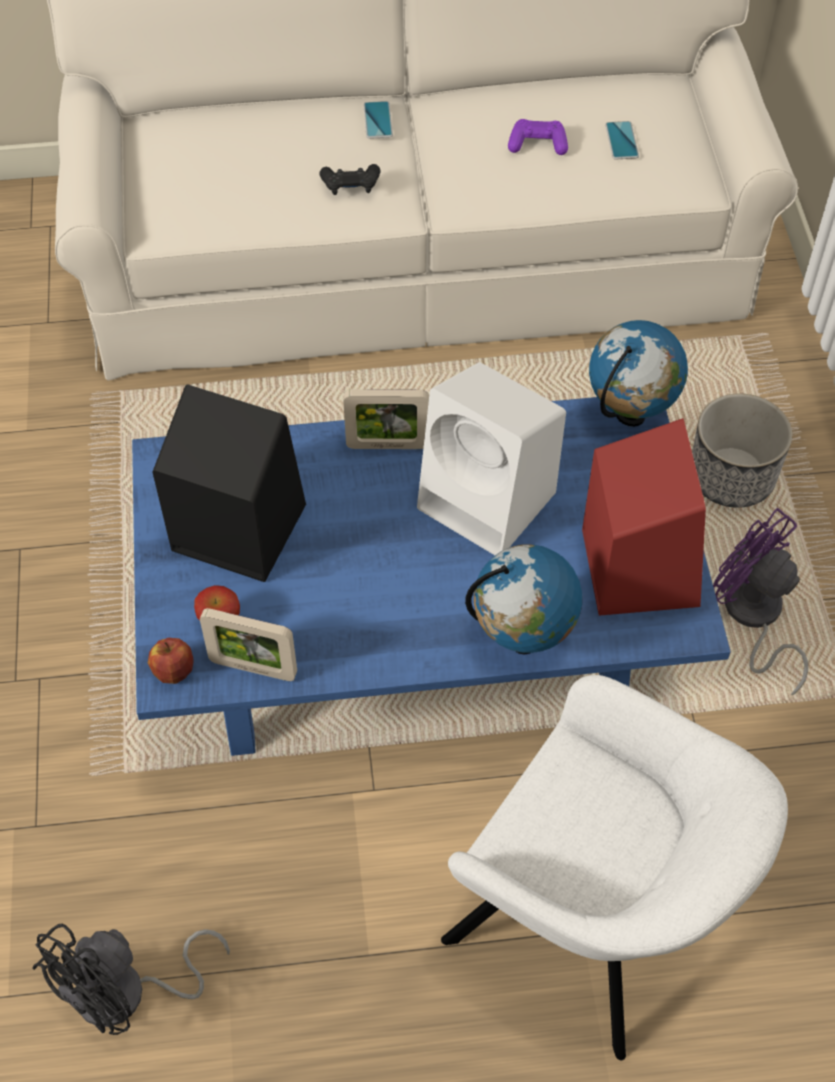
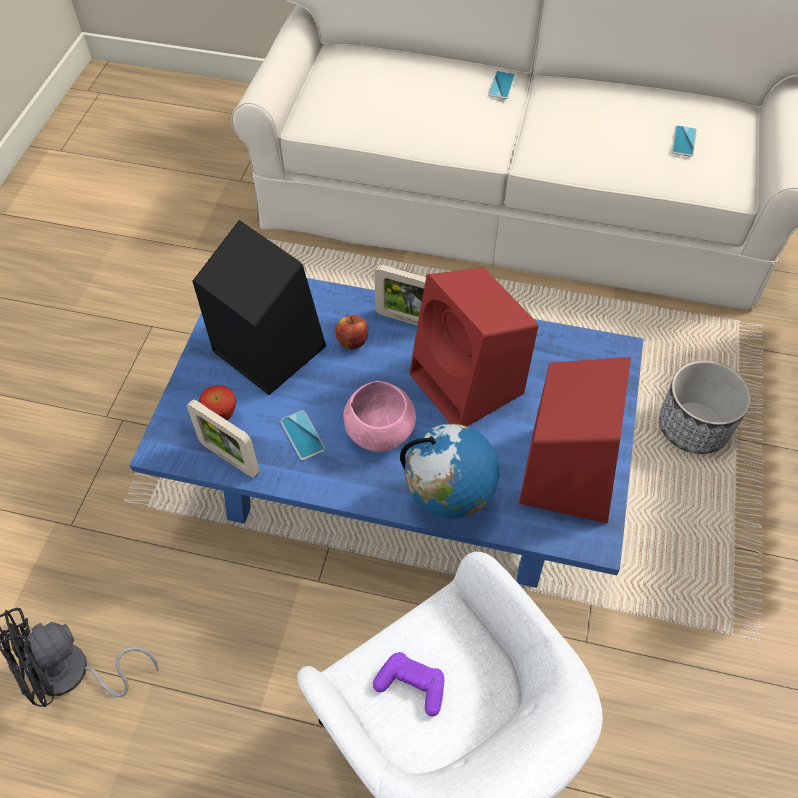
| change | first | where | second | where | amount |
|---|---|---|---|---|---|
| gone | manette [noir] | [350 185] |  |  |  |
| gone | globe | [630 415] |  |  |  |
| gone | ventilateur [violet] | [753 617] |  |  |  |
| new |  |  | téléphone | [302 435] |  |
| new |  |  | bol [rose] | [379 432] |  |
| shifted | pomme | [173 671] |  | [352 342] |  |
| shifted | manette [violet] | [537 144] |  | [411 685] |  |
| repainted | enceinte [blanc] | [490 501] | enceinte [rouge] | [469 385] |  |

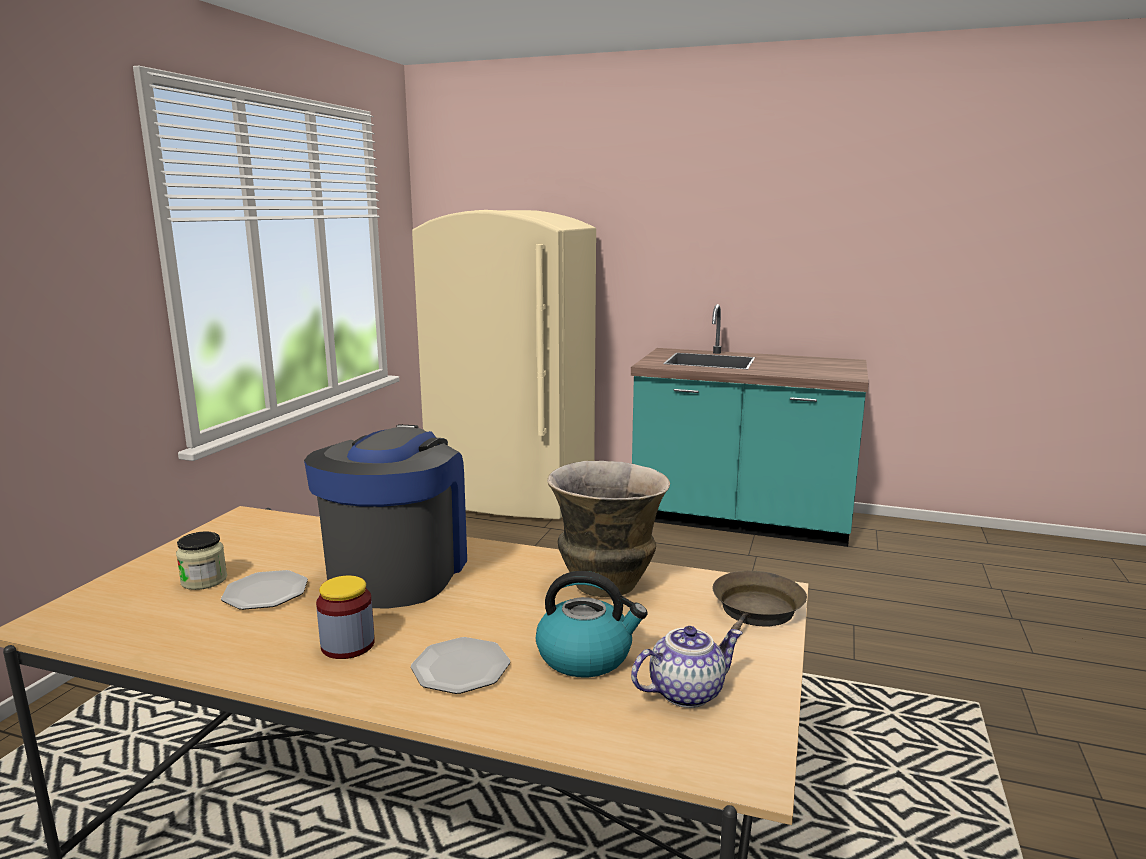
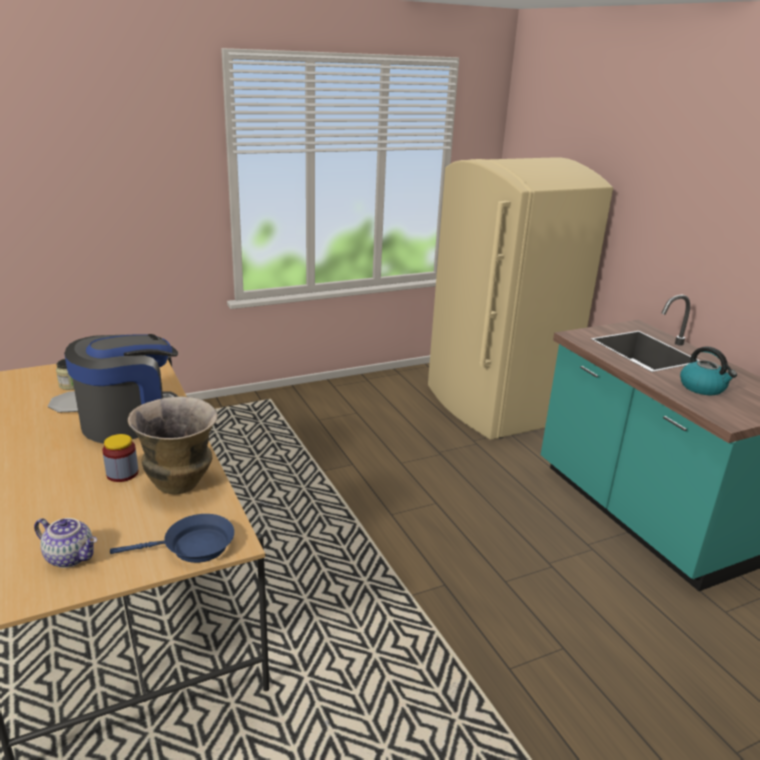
| change | first | where | second | where | amount |
|---|---|---|---|---|---|
| gone | assiette | [461 669] |  |  |  |
| shifted | bocal | [348 645] |  | [122 473] |  |
| shifted | bouilloire | [586 656] |  | [703 388] |  |
| repainted | poêle [marron] | [755 613] | poêle [bleu] | [193 547] |  |

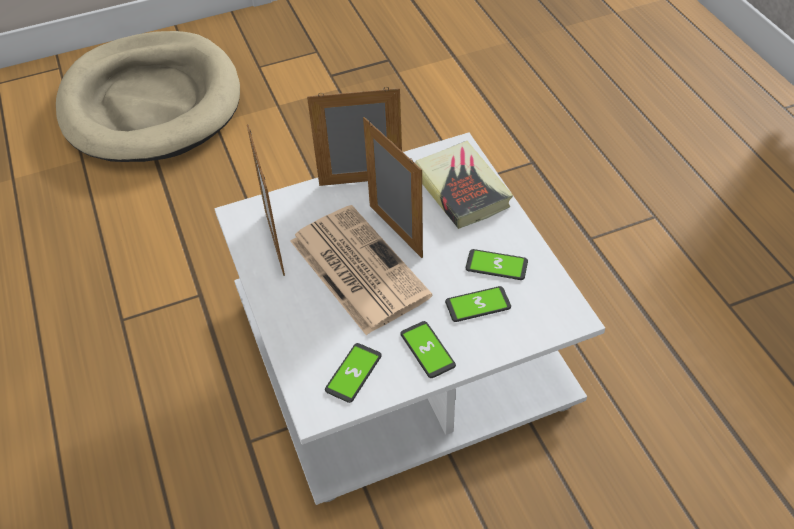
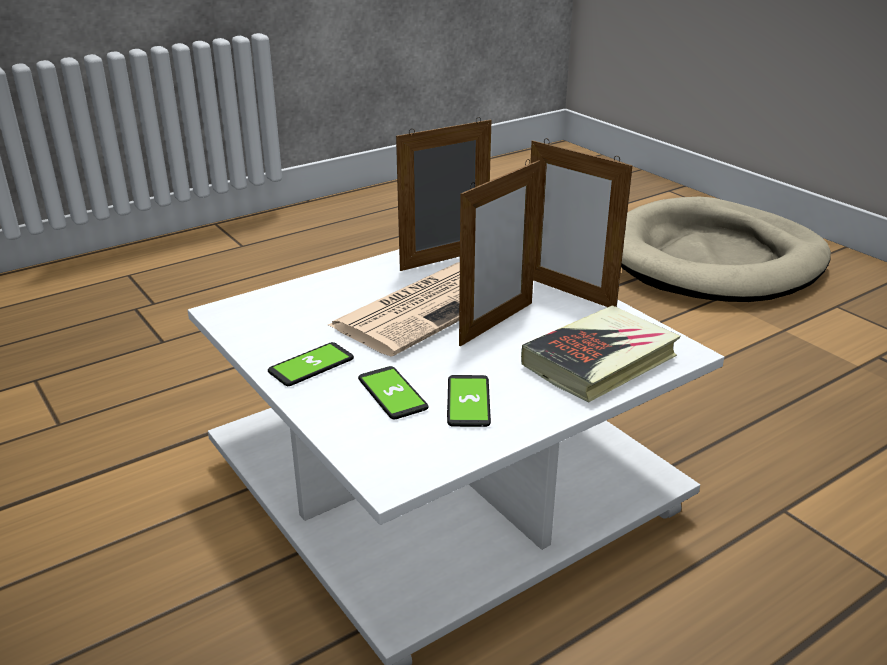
| change | first | where | second | where | amount |
|---|---|---|---|---|---|
| gone | téléphone | [353 373] |  |  |  |
| rotated | cadre photo | [361 181] |  | [569 292] | 150 degrees clockwise |

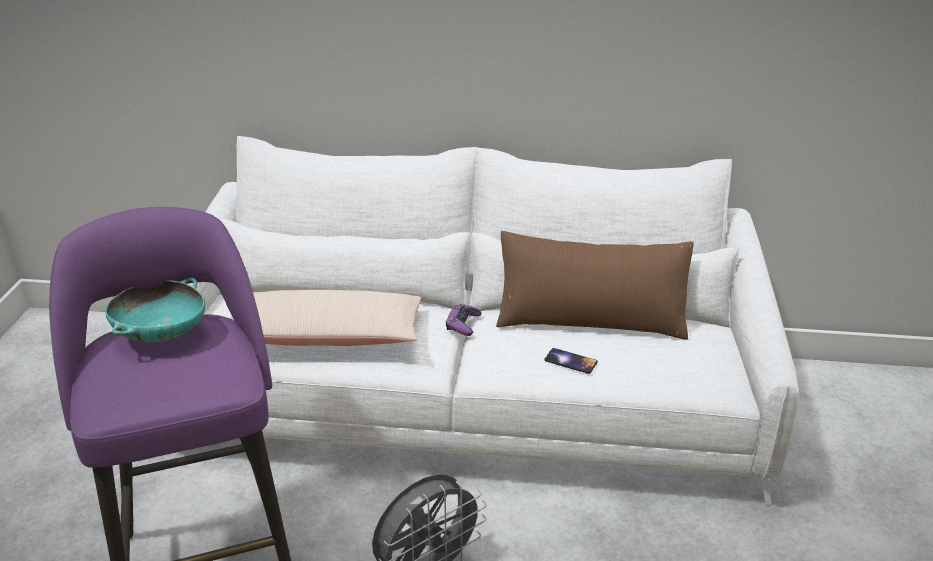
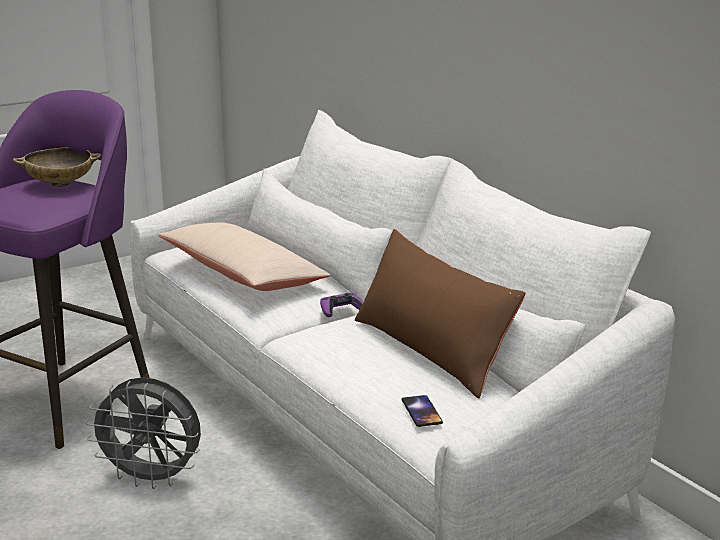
| change | first | where | second | where | amount |
|---|---|---|---|---|---|
| shifted | téléphone | [570 361] |  | [421 411] |  |
| repainted | bol [turquoise] | [161 335] | bol [beige] | [60 184] |  |

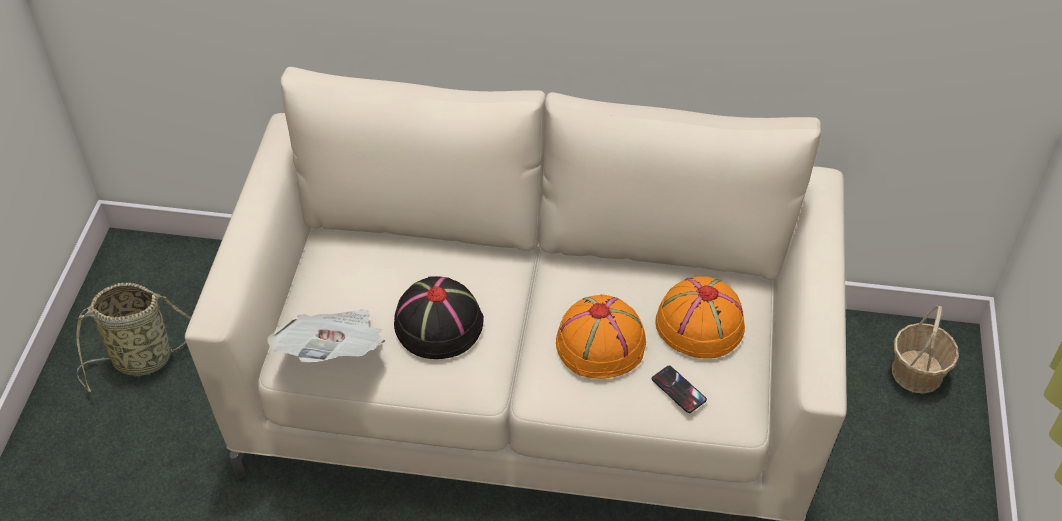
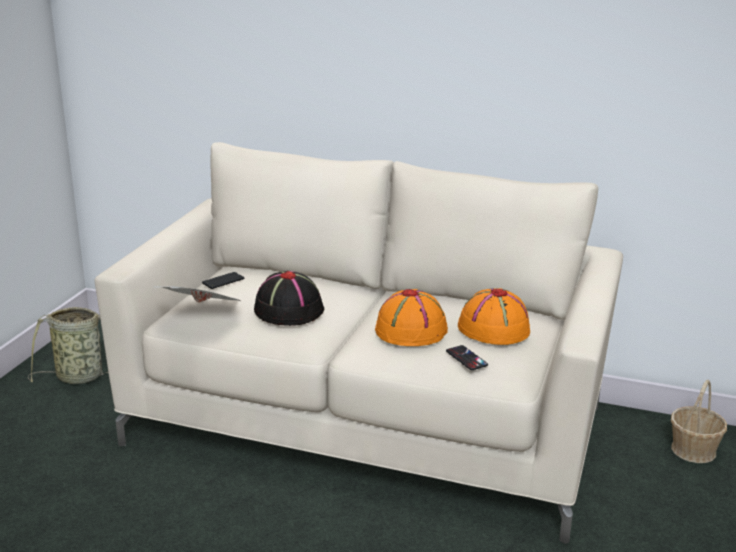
| change | first | where | second | where | amount |
|---|---|---|---|---|---|
| new |  |  | téléphone | [223 281] |  |

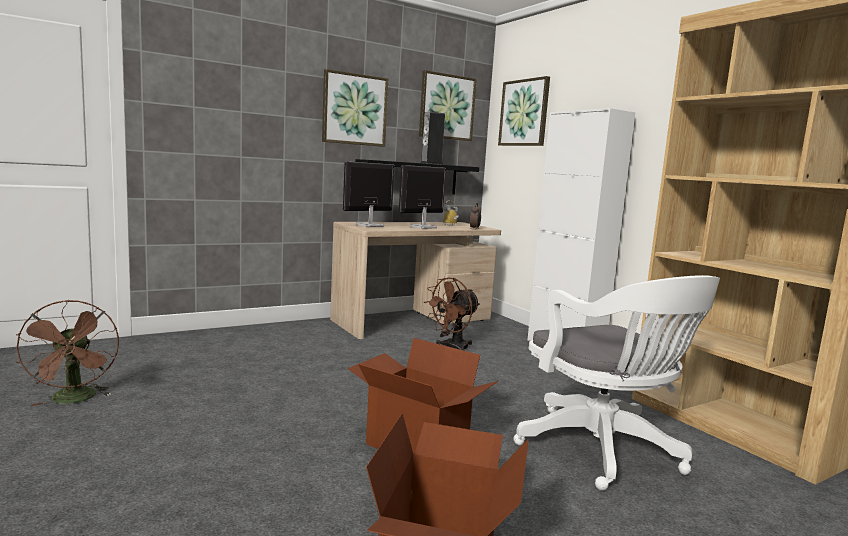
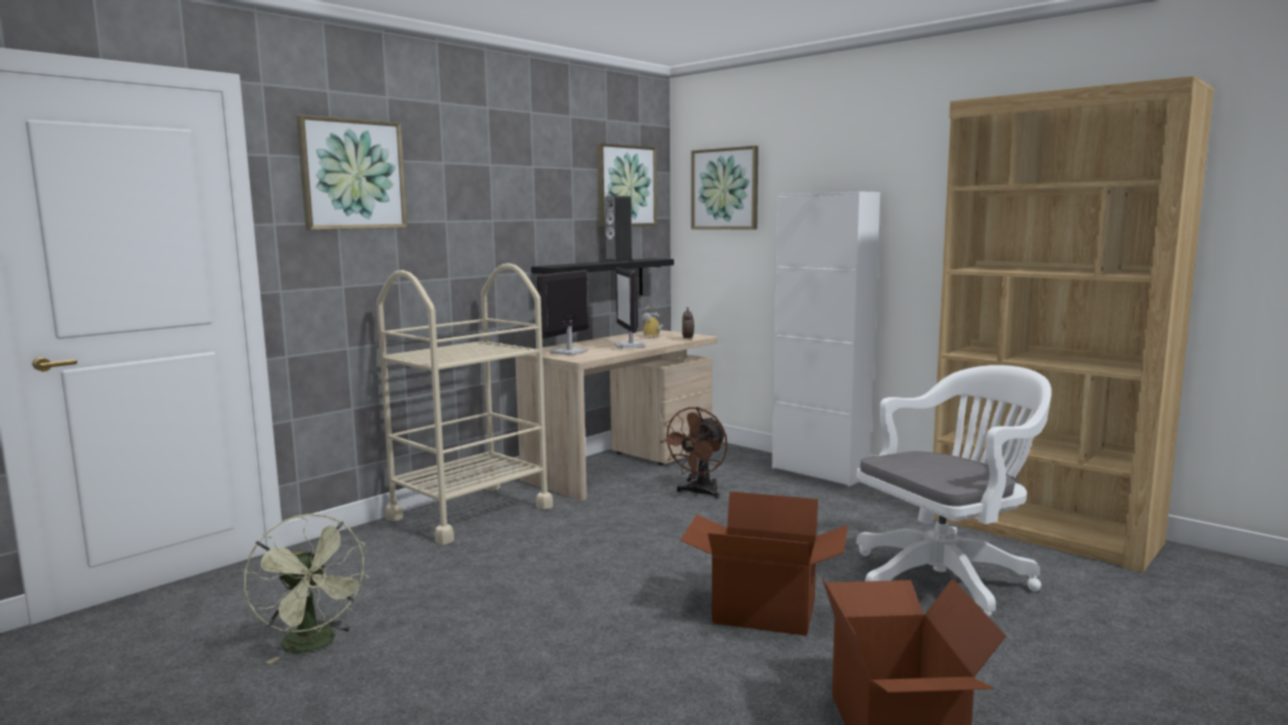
| change | first | where | second | where | amount |
|---|---|---|---|---|---|
| new |  |  | chariot [beige] | [470 512] |  |
| shifted | tableau | [354 109] |  | [352 174] |  |
| repainted | ventilateur [marron] | [75 400] | ventilateur [vert] | [315 645] |  |
| rotated | écran d'ordinateur | [422 227] |  | [630 346] | 45 degrees counterclockwise |
| rotated | chaise de bureau [blanc] | [604 451] |  | [946 580] | 75 degrees counterclockwise |

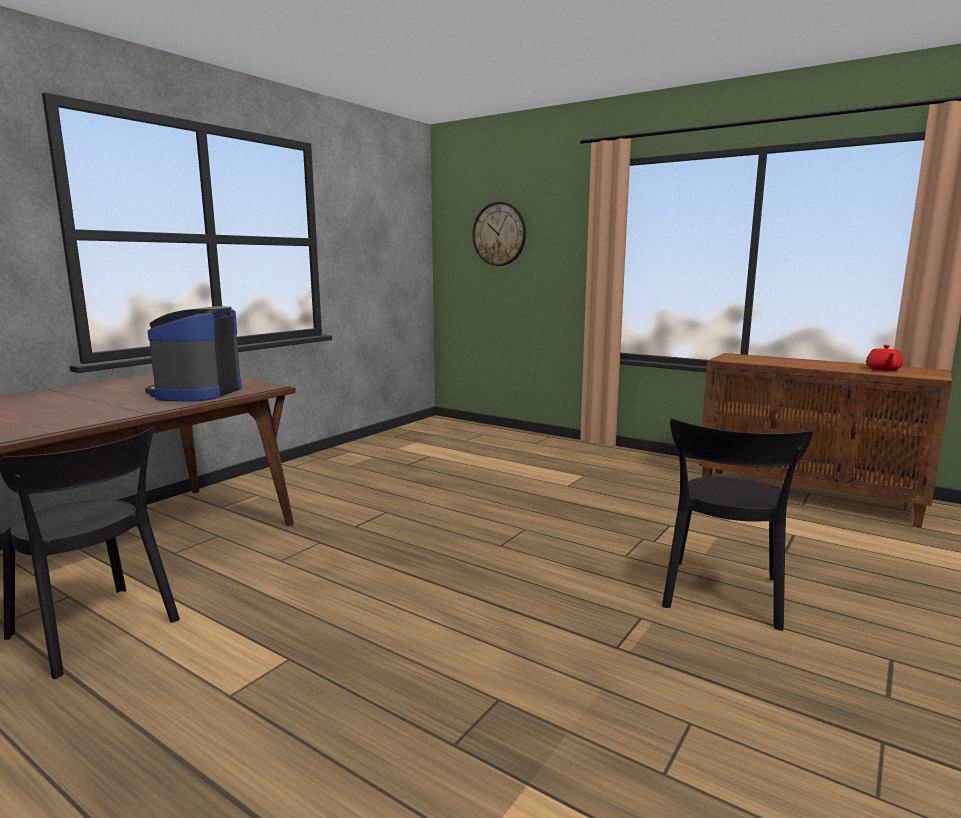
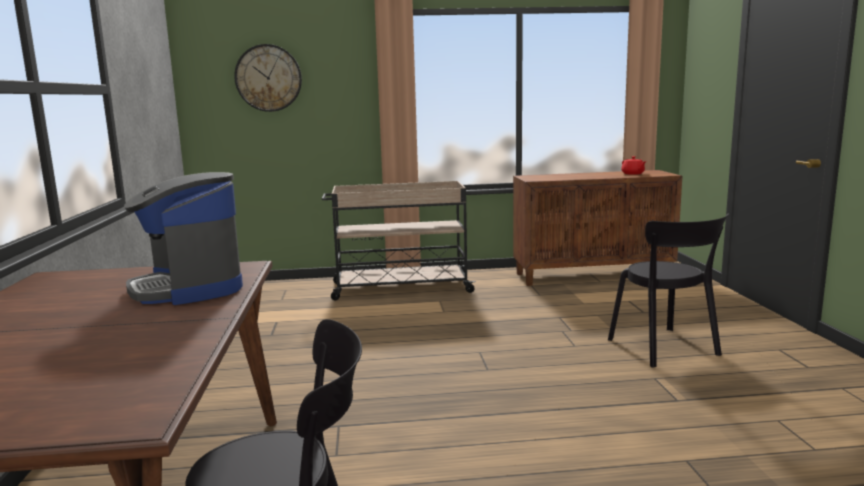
| change | first | where | second | where | amount |
|---|---|---|---|---|---|
| new |  |  | chariot [beige] | [399 288] |  |

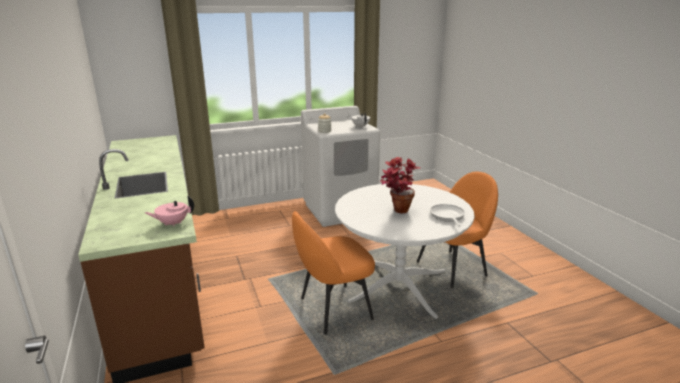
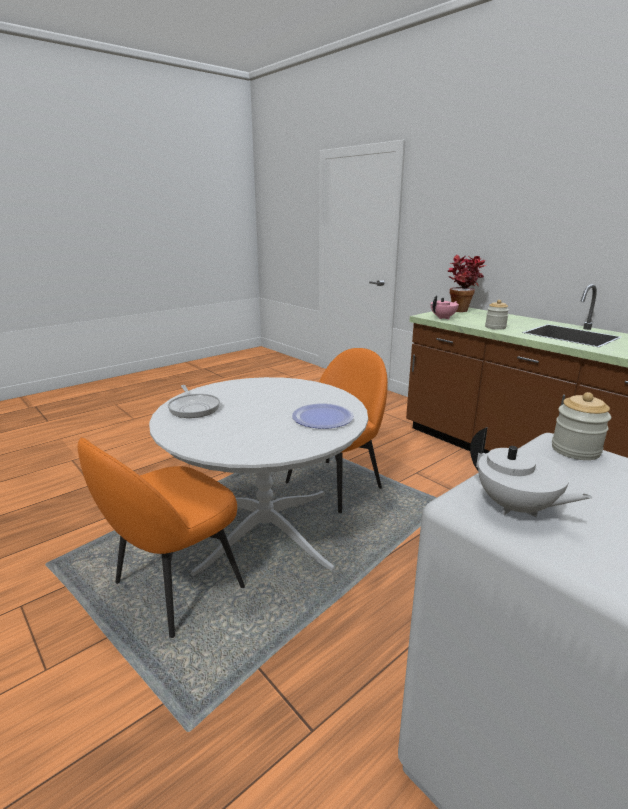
| change | first | where | second | where | amount |
|---|---|---|---|---|---|
| new |  |  | assiette | [322 418] |  |
| new |  |  | bocal | [495 327] |  |
| shifted | plante en pot | [396 212] |  | [462 310] |  |

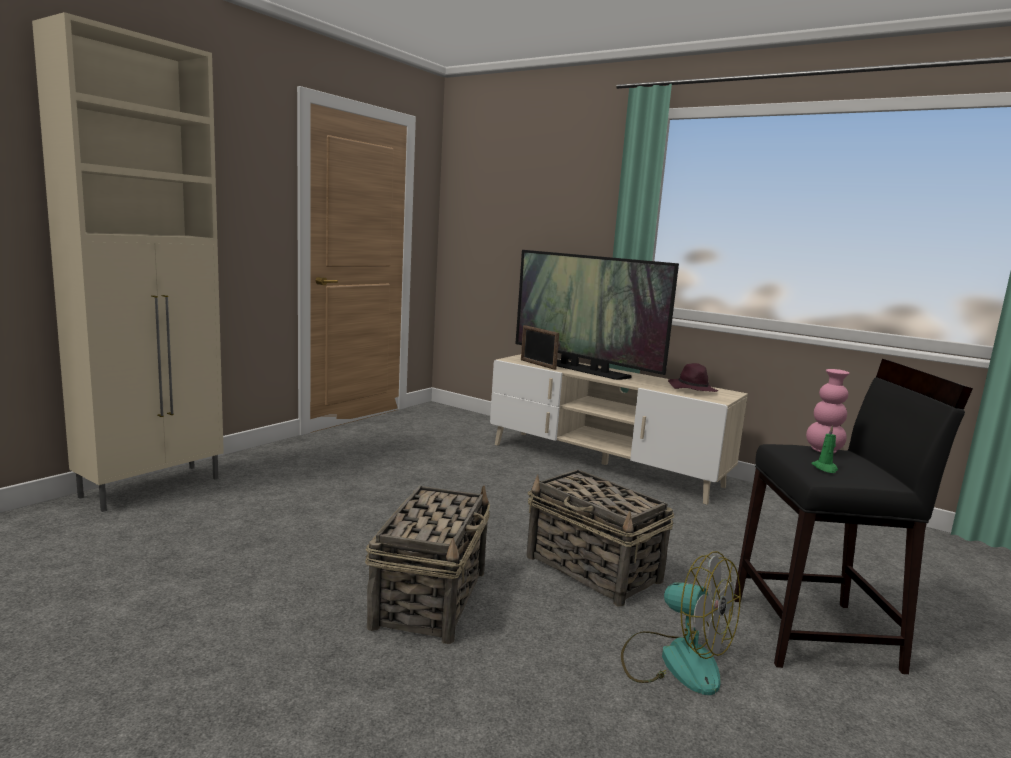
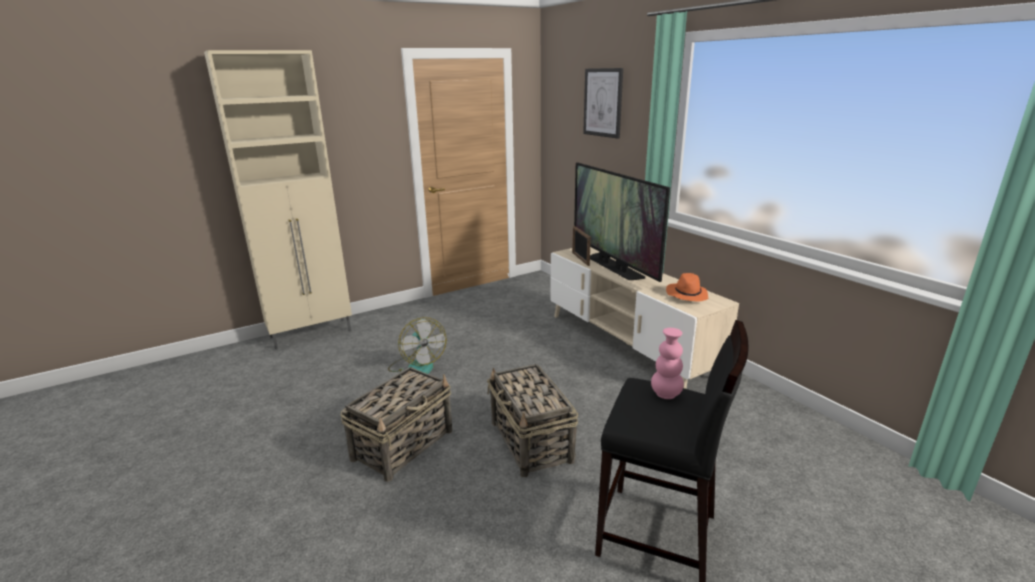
| change | first | where | second | where | amount |
|---|---|---|---|---|---|
| gone | bougie [vert] | [825 468] |  |  |  |
| new |  |  | tableau | [603 102] |  |
| shifted | ventilateur | [675 660] |  | [417 366] |  |
| repainted | chapeau [violet] | [691 389] | chapeau [orange] | [686 295] |  |

